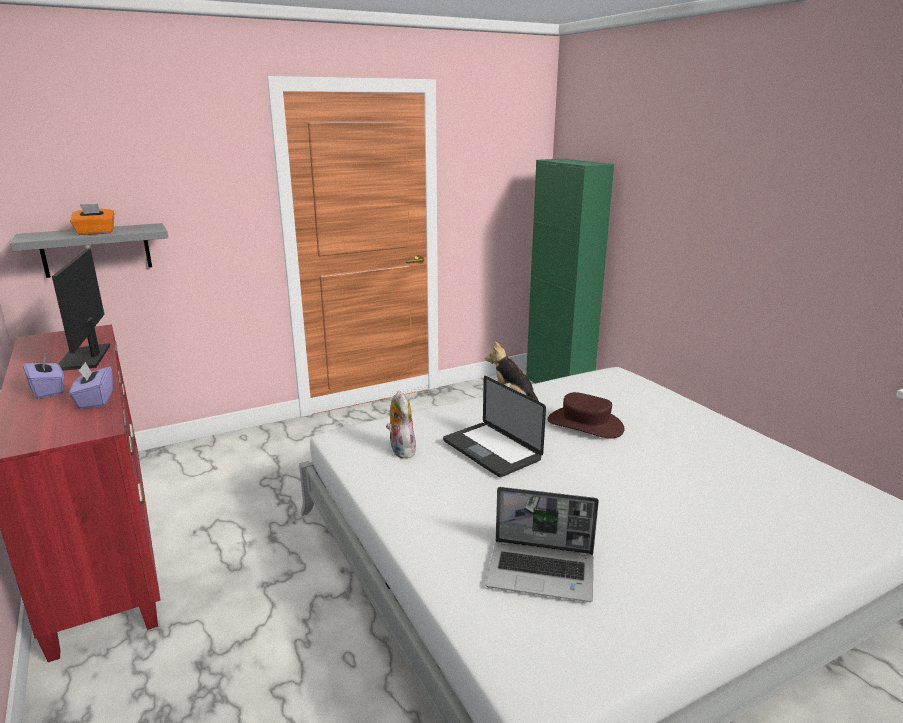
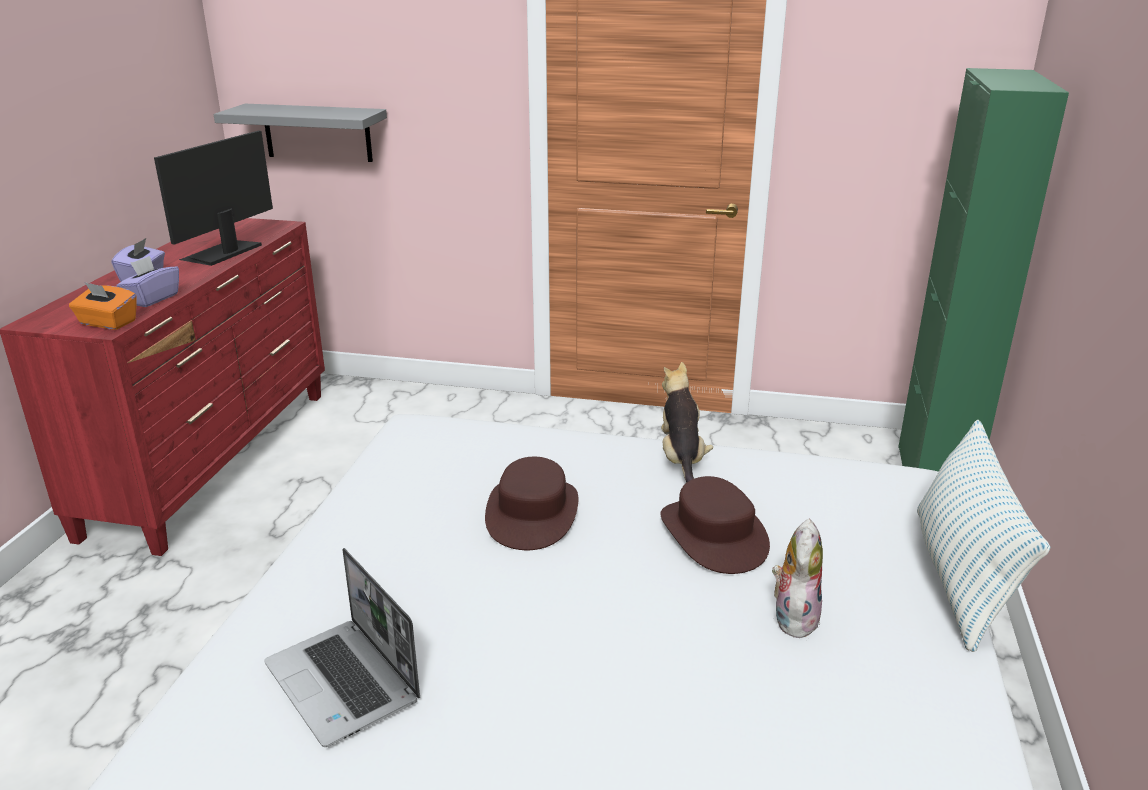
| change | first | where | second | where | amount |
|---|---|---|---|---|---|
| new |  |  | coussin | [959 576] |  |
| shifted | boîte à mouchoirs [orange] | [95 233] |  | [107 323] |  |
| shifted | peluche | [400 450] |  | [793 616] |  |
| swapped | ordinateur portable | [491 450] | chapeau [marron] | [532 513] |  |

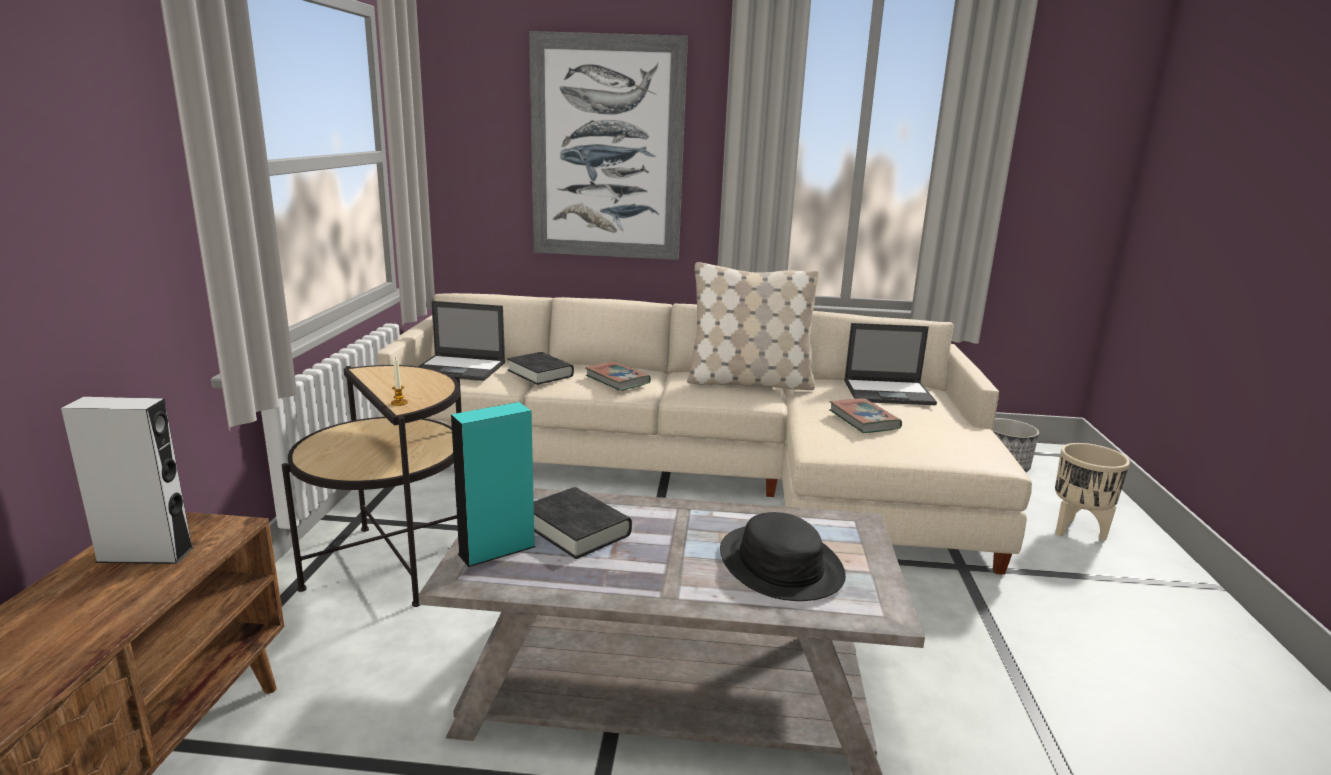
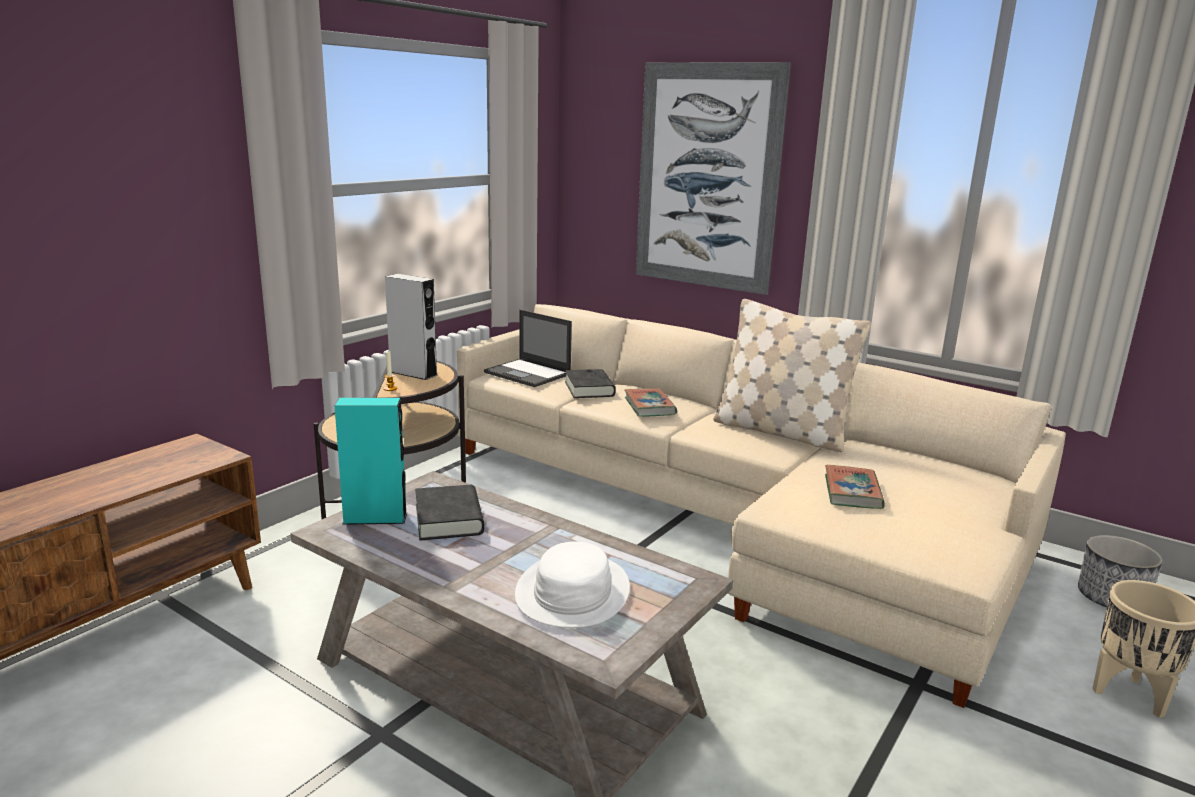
| change | first | where | second | where | amount |
|---|---|---|---|---|---|
| gone | ordinateur portable | [889 392] |  |  |  |
| shifted | enceinte [gris] | [145 554] |  | [413 373] |  |
| repainted | chapeau [noir] | [780 564] | chapeau [blanc] | [572 592] |  |

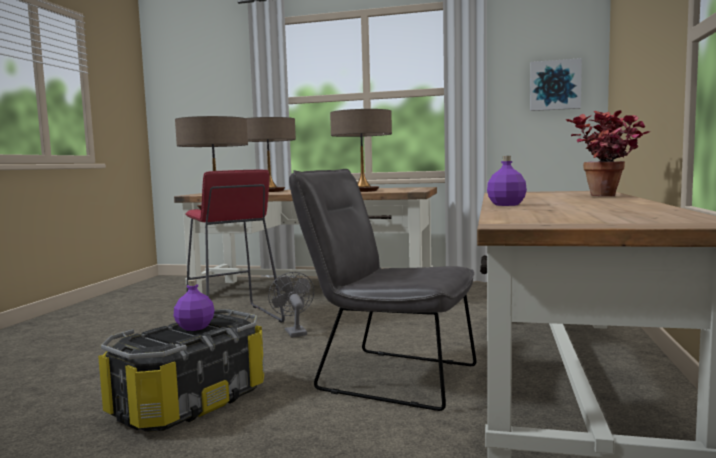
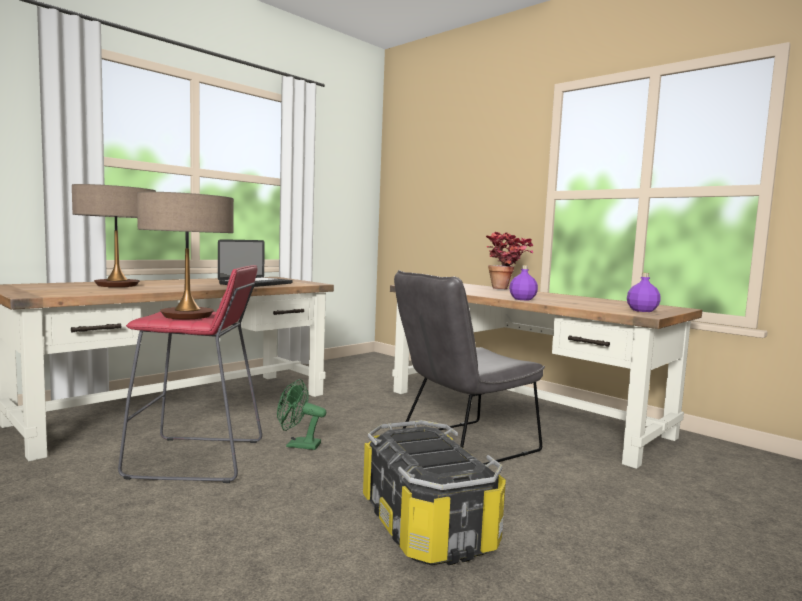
| change | first | where | second | where | amount |
|---|---|---|---|---|---|
| gone | tableau | [554 85] |  |  |  |
| shifted | bouteille [violet] | [194 327] |  | [642 311] |  |
| swapped | lampe de table | [363 191] | ordinateur portable | [256 284] |  |
| repainted | ventilateur [gris] | [294 331] | ventilateur [vert] | [298 445] |  |

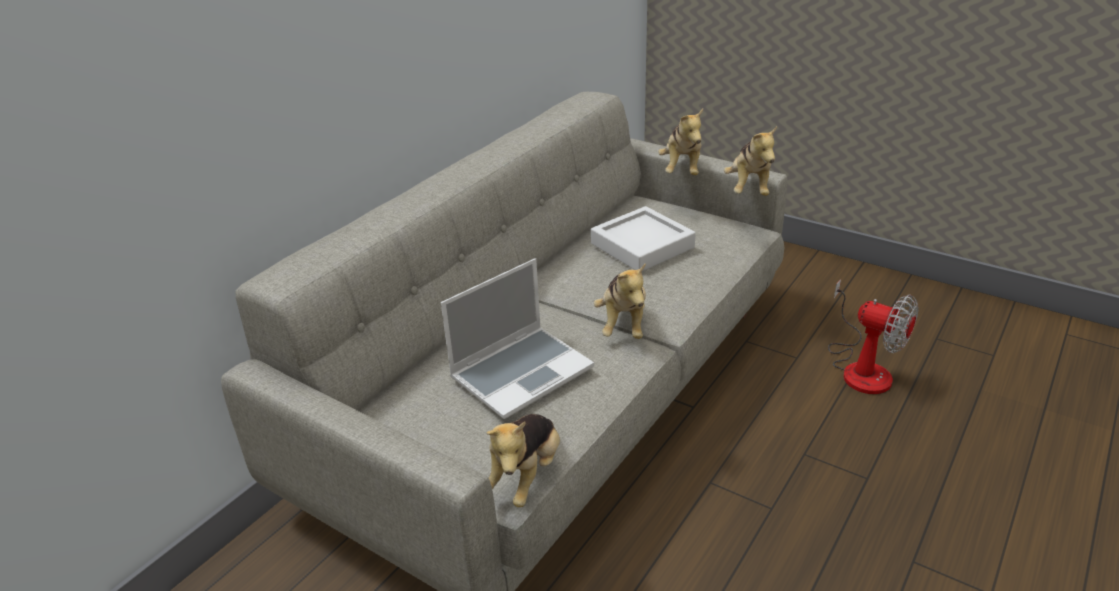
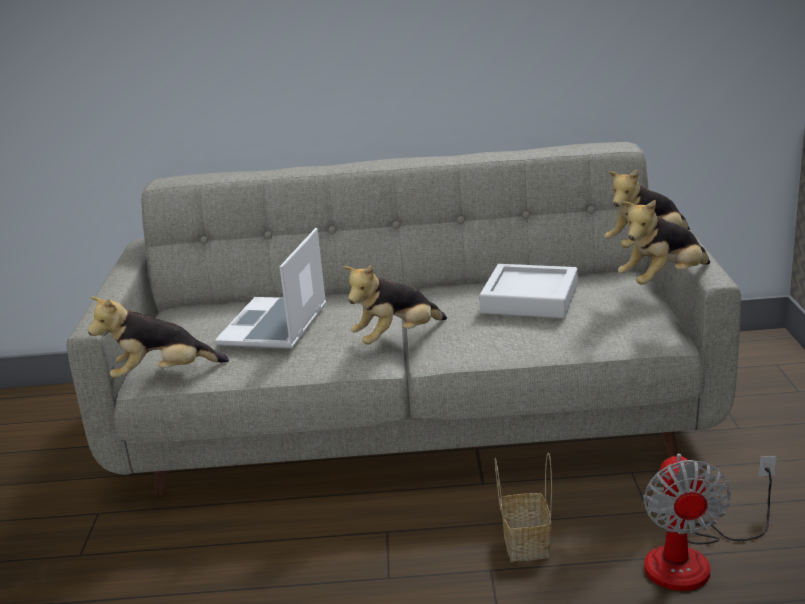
| change | first | where | second | where | amount |
|---|---|---|---|---|---|
| new |  |  | panier | [524 542] |  |
| rotated | ordinateur portable | [522 372] |  | [275 326] | 90 degrees clockwise |

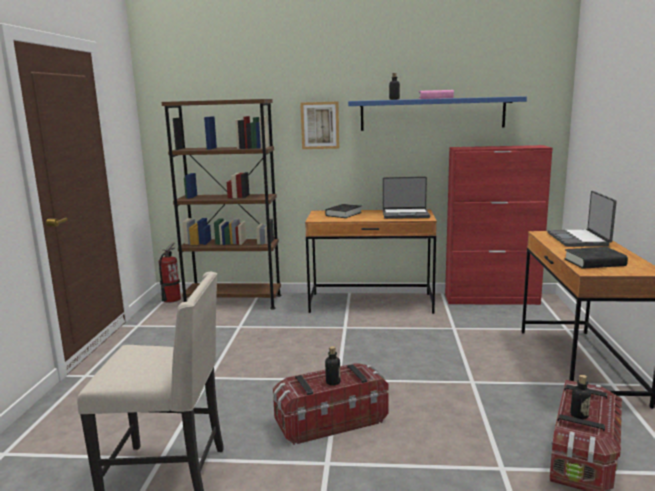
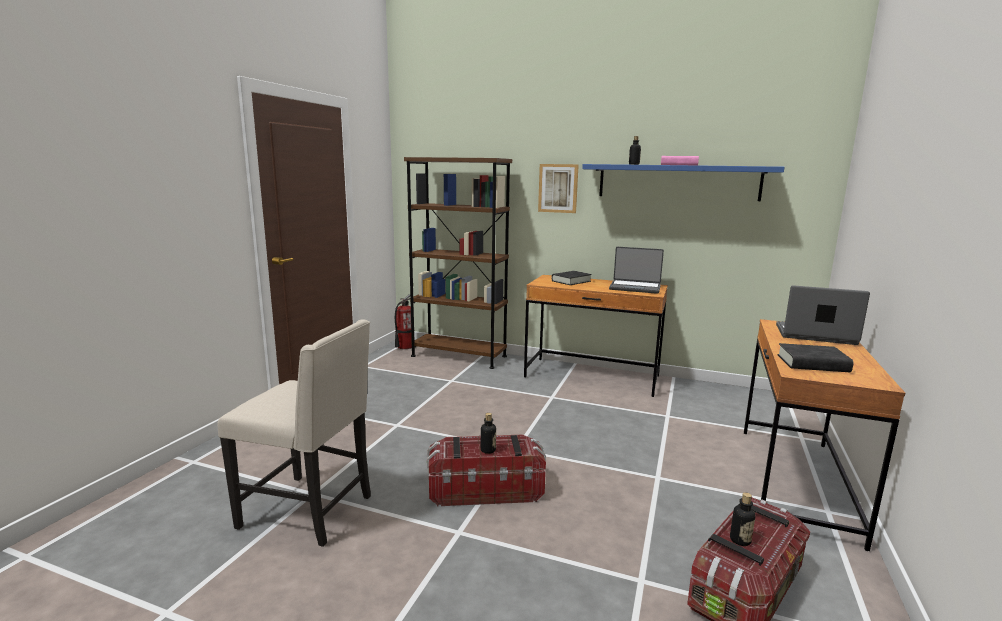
| change | first | where | second | where | amount |
|---|---|---|---|---|---|
| gone | meuble de rangement [rouge] | [492 299] |  |  |  |
| rotated | ordinateur portable | [579 239] |  | [815 335] | 90 degrees clockwise |

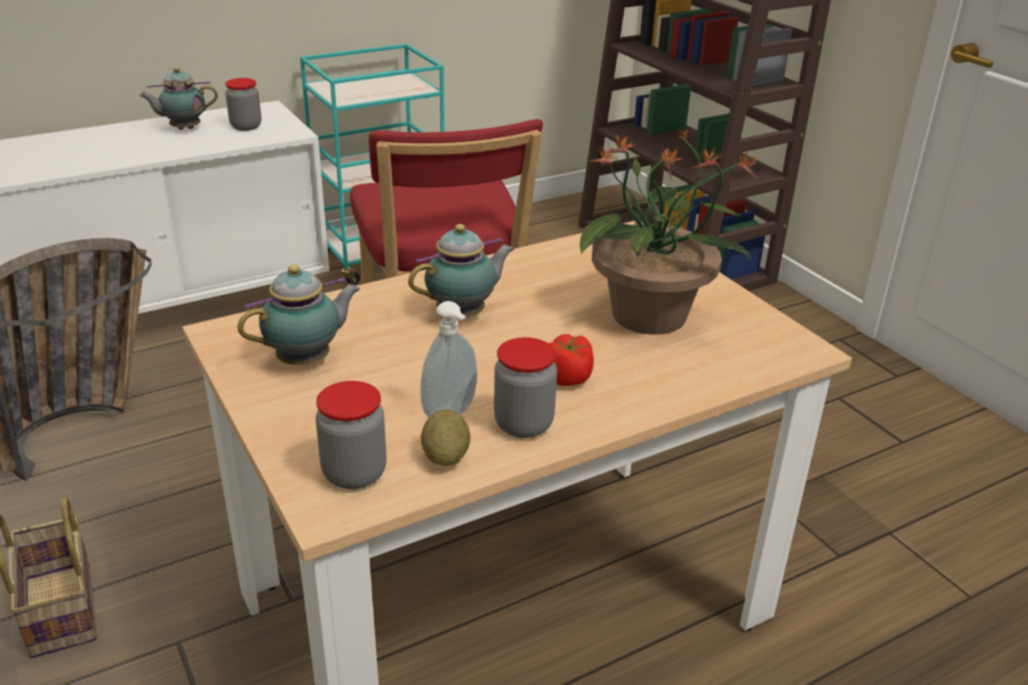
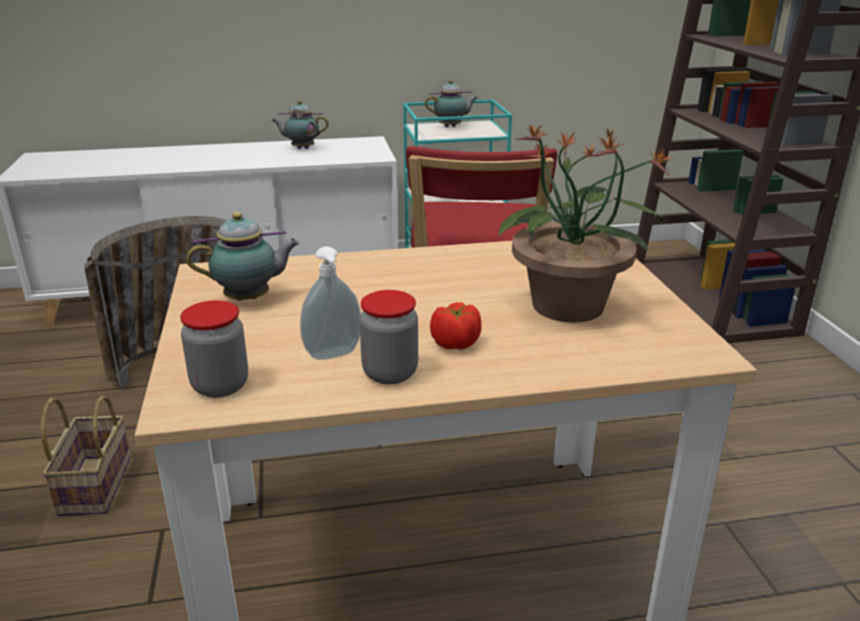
| change | first | where | second | where | amount |
|---|---|---|---|---|---|
| gone | bocal | [246 126] |  |  |  |
| gone | pomme de terre | [445 456] |  |  |  |
| shifted | théière | [464 314] |  | [452 127] |  |

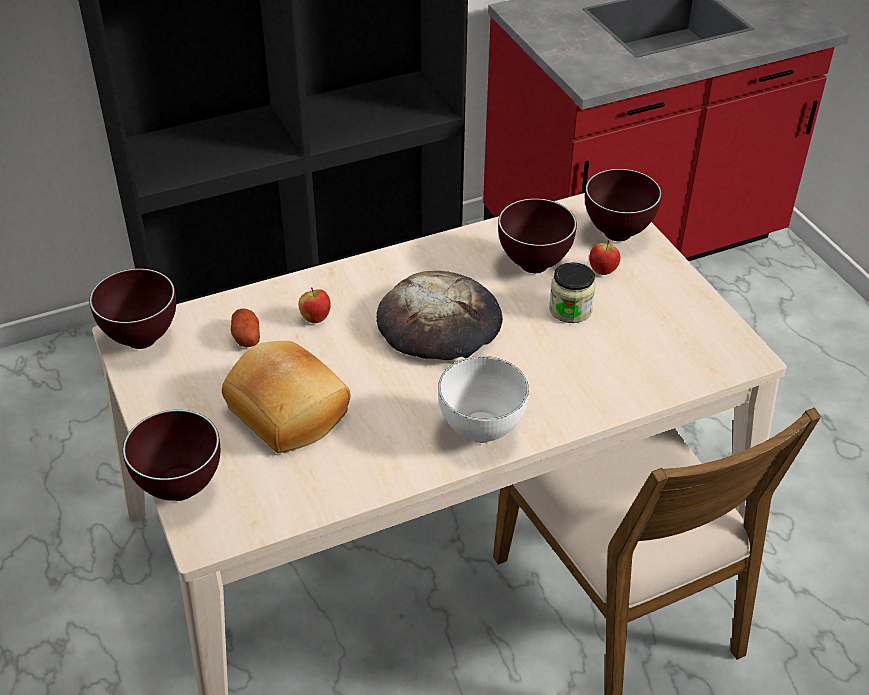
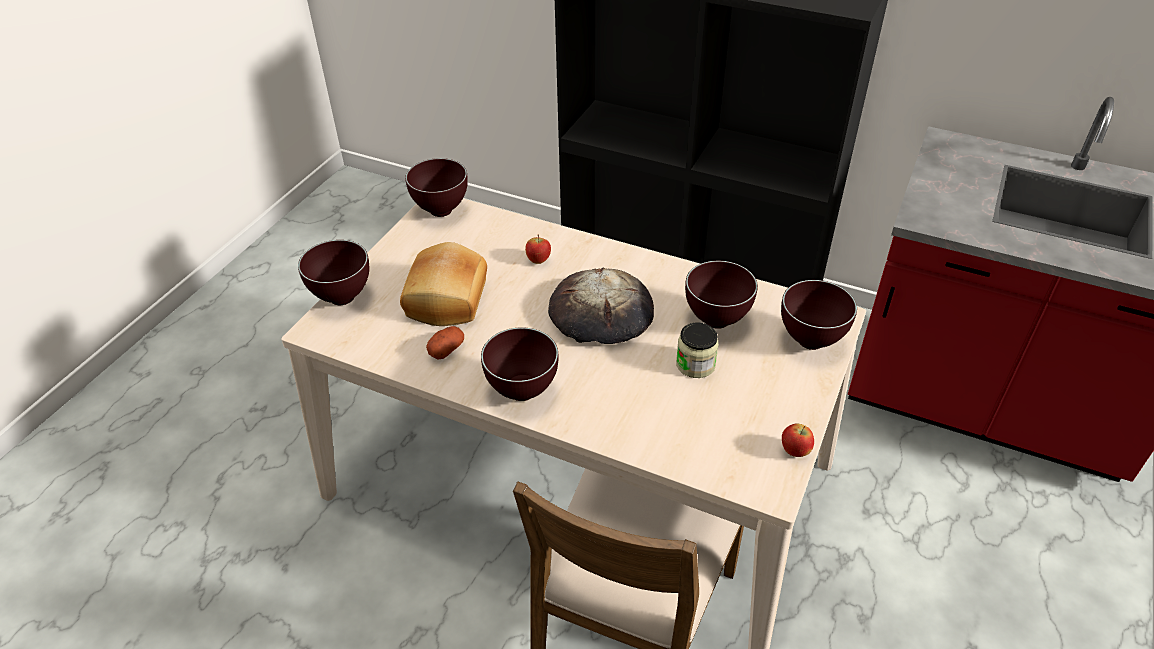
| change | first | where | second | where | amount |
|---|---|---|---|---|---|
| shifted | pomme de terre | [246 336] |  | [446 350] |  |
| shifted | pomme | [602 271] |  | [794 451] |  |
| repainted | bol [blanc] | [479 432] | bol [marron] | [521 391] |  |

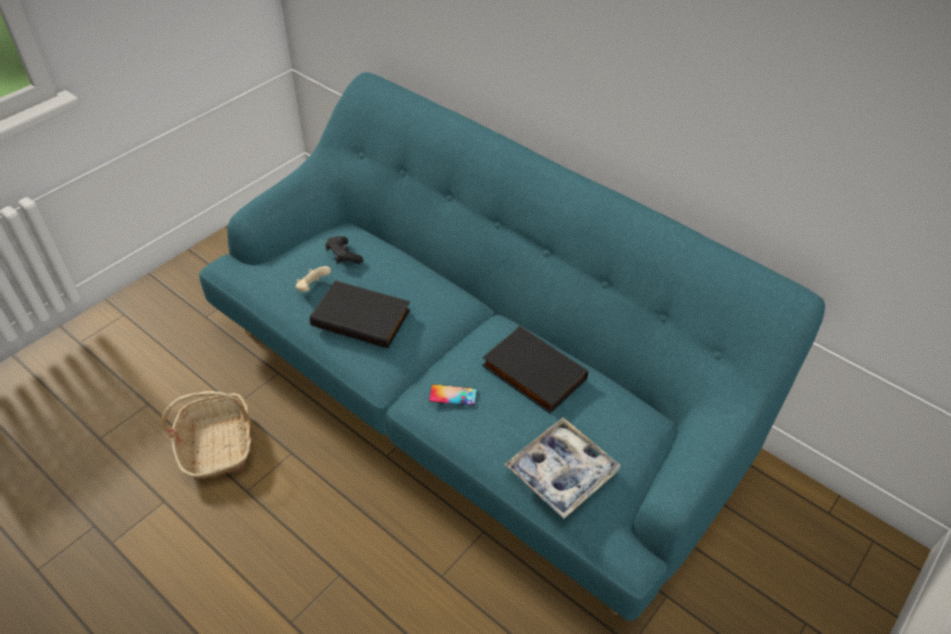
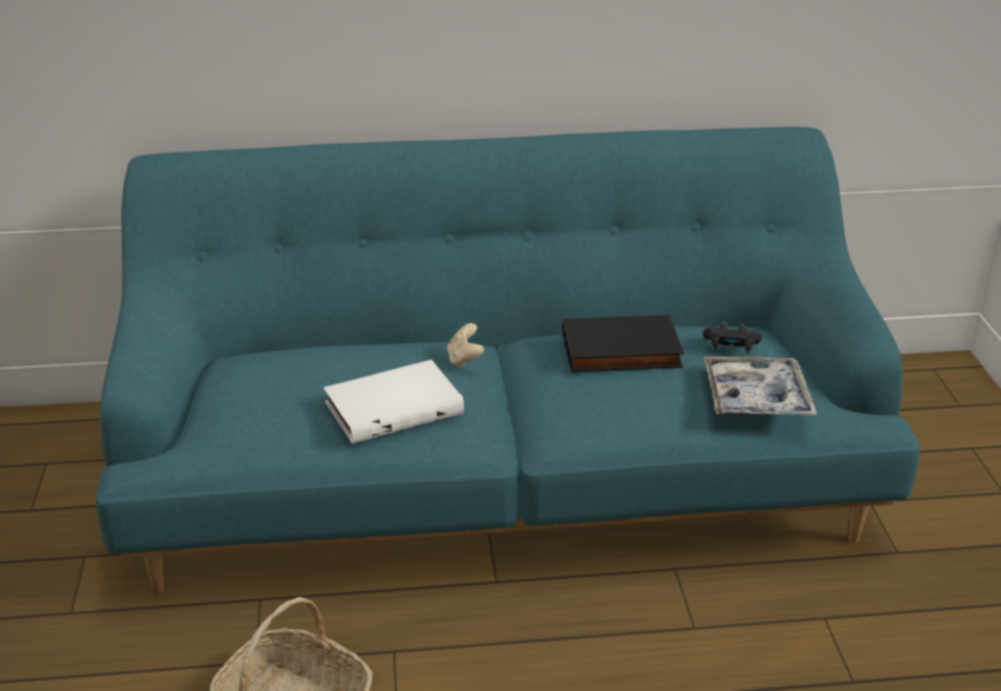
| change | first | where | second | where | amount |
|---|---|---|---|---|---|
| gone | téléphone | [453 395] |  |  |  |
| shifted | manette [beige] | [313 288] |  | [464 360] |  |
| shifted | manette [noir] | [343 256] |  | [731 347] |  |
| repainted | livre [noir] | [362 317] | livre [blanc] | [393 406] |  |

